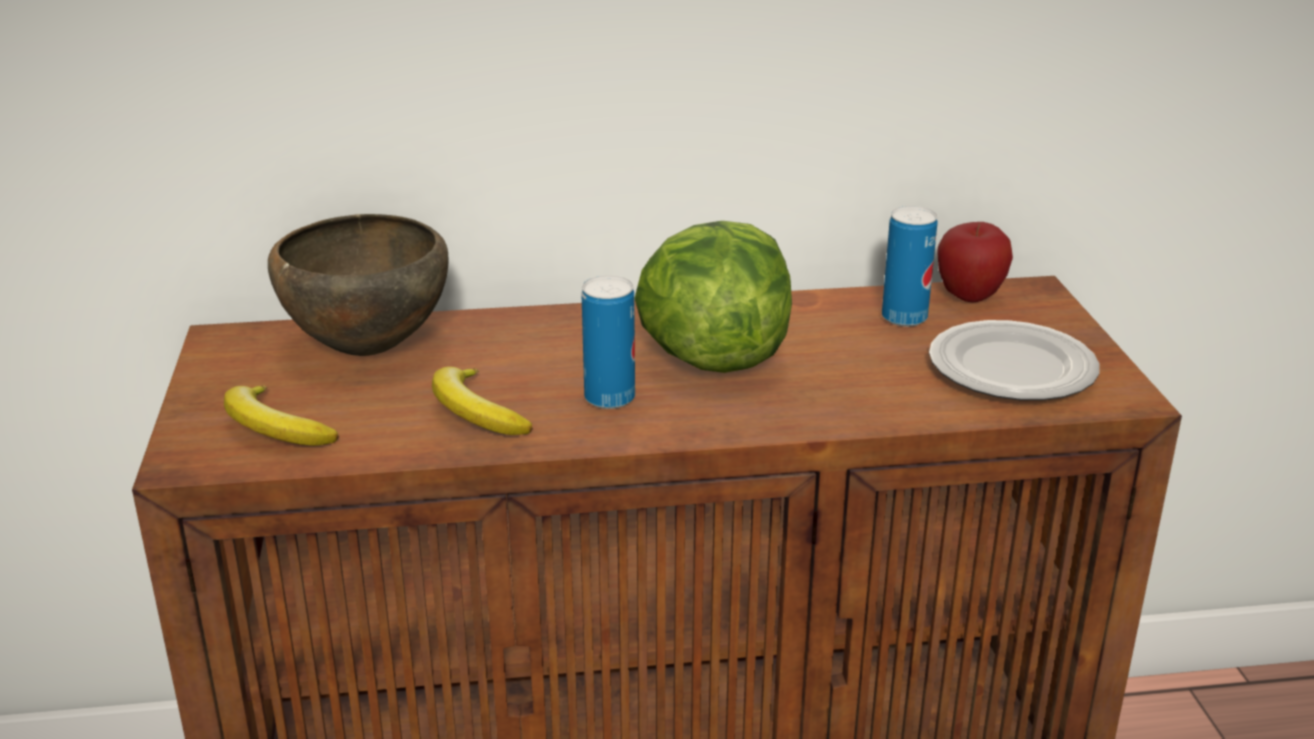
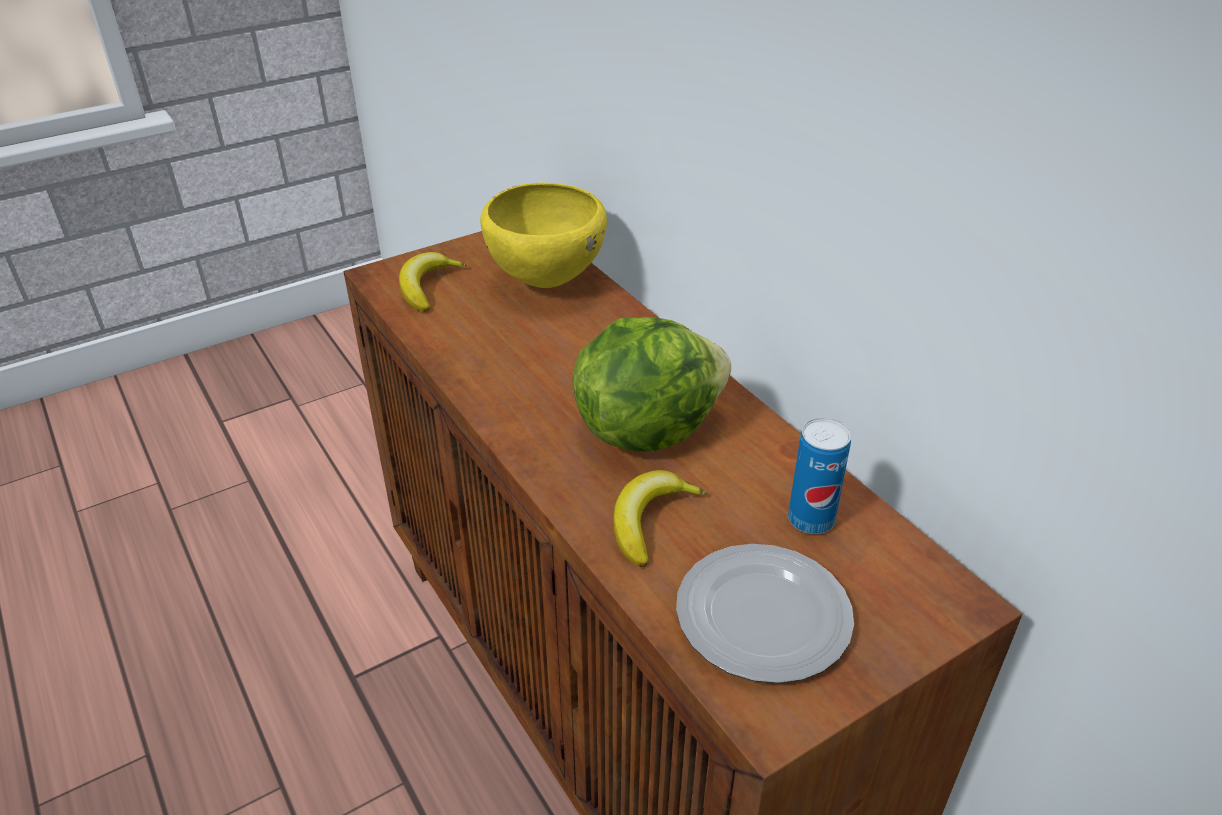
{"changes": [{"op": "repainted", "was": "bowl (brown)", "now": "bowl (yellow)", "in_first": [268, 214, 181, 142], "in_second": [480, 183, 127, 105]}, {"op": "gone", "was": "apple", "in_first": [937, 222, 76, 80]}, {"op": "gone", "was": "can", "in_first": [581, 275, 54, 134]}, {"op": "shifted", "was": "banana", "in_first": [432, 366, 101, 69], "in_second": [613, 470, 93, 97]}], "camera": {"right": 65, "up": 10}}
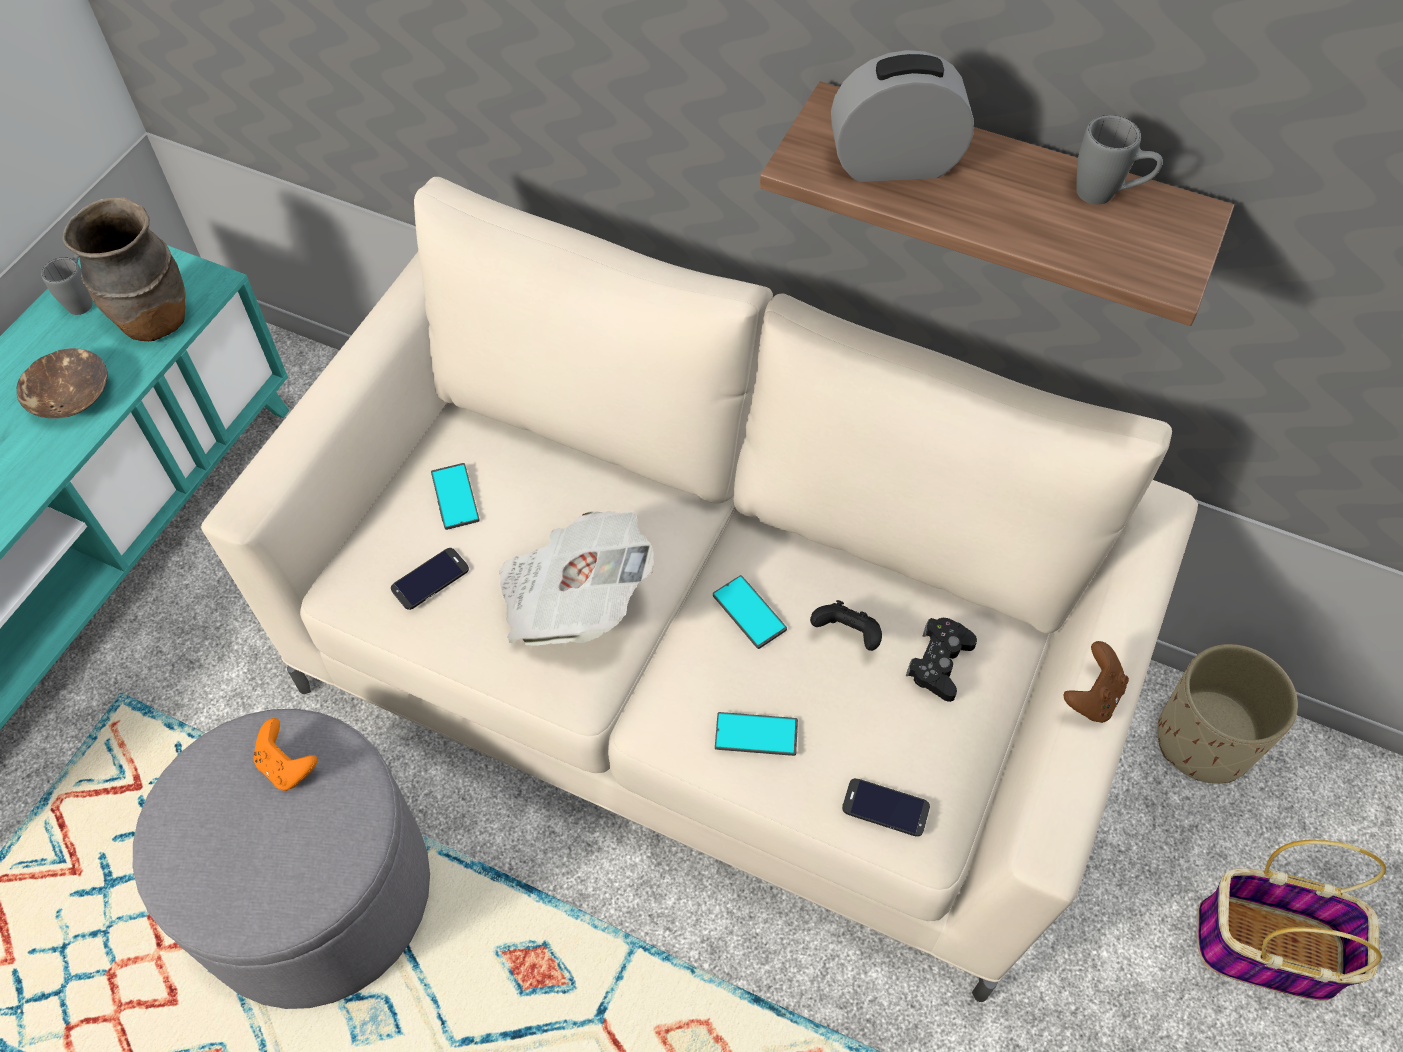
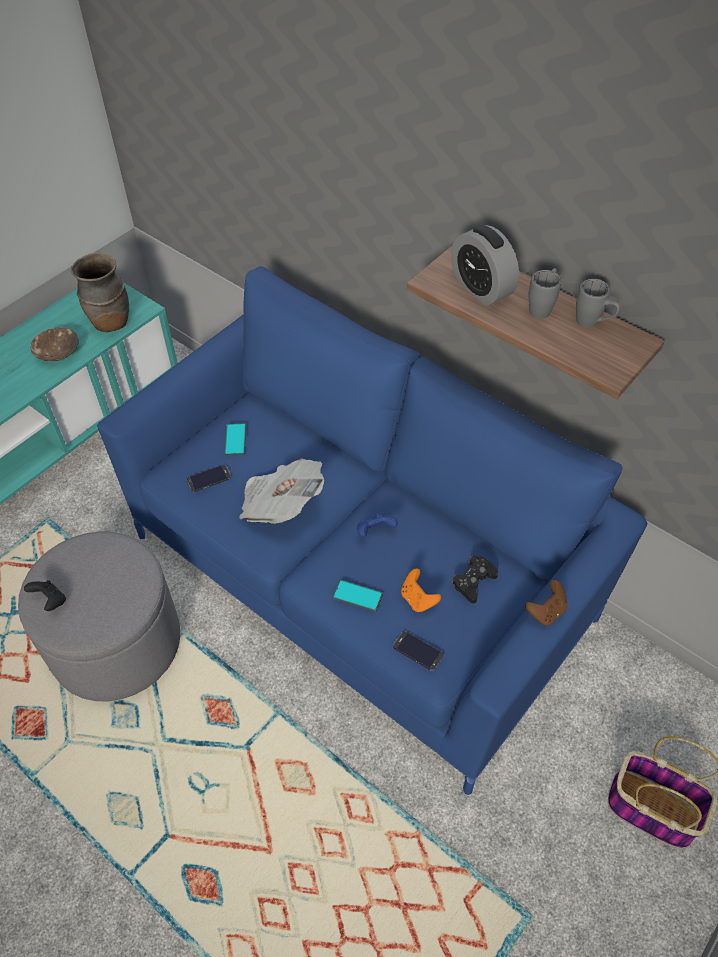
{"changes": [{"op": "rotated", "was": "alarm clock", "in_first": [831, 50, 143, 132], "in_second": [451, 225, 68, 81], "clockwise": -135}, {"op": "repainted", "was": "sofa (beige)", "now": "sofa (blue)", "in_first": [201, 177, 997, 825], "in_second": [97, 266, 550, 529]}, {"op": "shifted", "was": "mug (grey)", "in_first": [41, 254, 52, 61], "in_second": [529, 268, 32, 51]}, {"op": "swapped", "was": "phone", "now": "game controller (blue)", "in_first": [713, 575, 74, 74], "in_second": [357, 514, 41, 23]}, {"op": "shifted", "was": "game controller (black)", "in_first": [810, 600, 72, 51], "in_second": [24, 580, 42, 31]}, {"op": "gone", "was": "planter (beige)", "in_first": [1157, 644, 141, 140]}, {"op": "shifted", "was": "game controller (orange)", "in_first": [254, 718, 63, 73], "in_second": [401, 569, 40, 43]}], "camera": {"right": 15, "up": -5}}
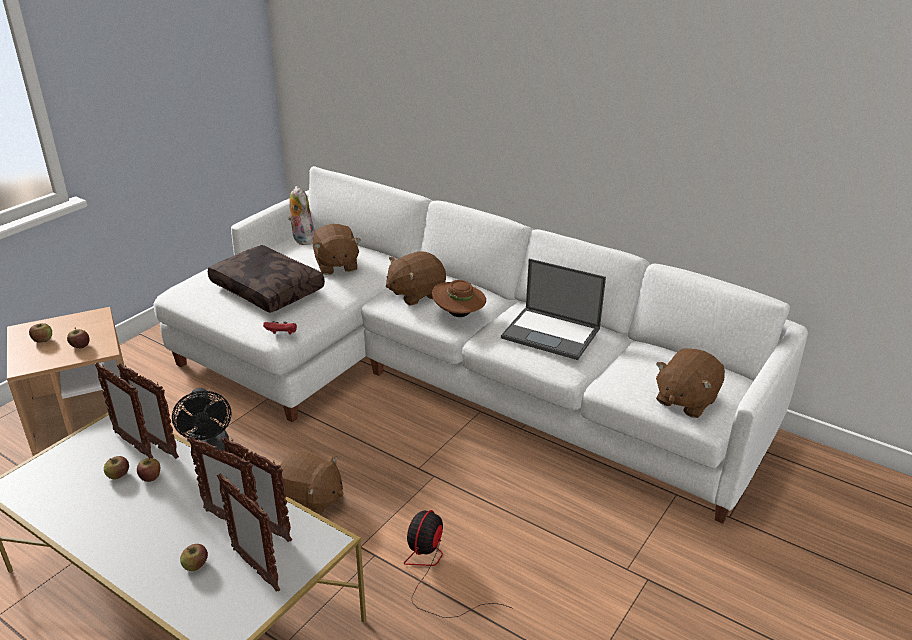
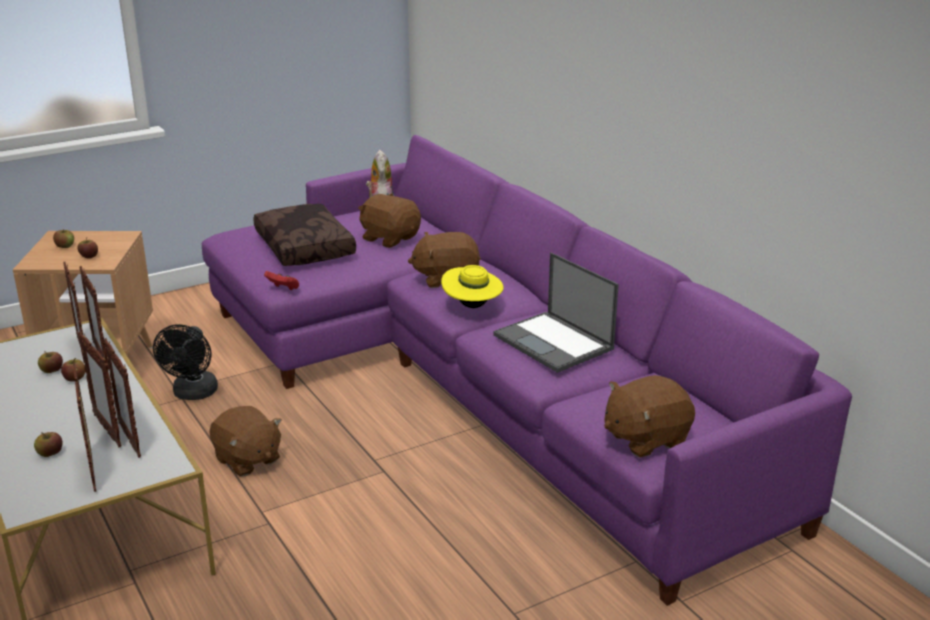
{"changes": [{"op": "repainted", "was": "sofa (white)", "now": "sofa (purple)", "in_first": [153, 166, 655, 358], "in_second": [202, 135, 650, 471]}, {"op": "rotated", "was": "plush toy (brown)", "in_first": [313, 224, 48, 51], "in_second": [358, 193, 63, 55], "clockwise": 120}, {"op": "repainted", "was": "hat (brown)", "now": "hat (yellow)", "in_first": [432, 280, 54, 37], "in_second": [441, 265, 63, 43]}, {"op": "gone", "was": "fan", "in_first": [404, 510, 107, 108]}], "camera": {"right": 25, "up": -5}}
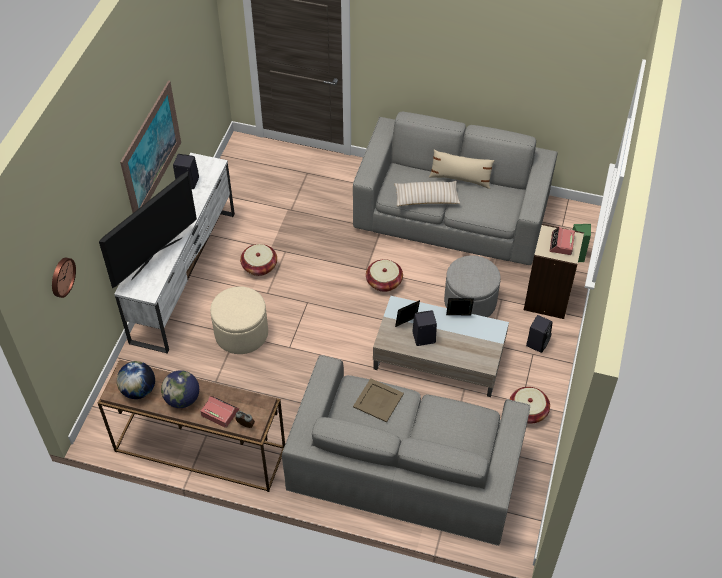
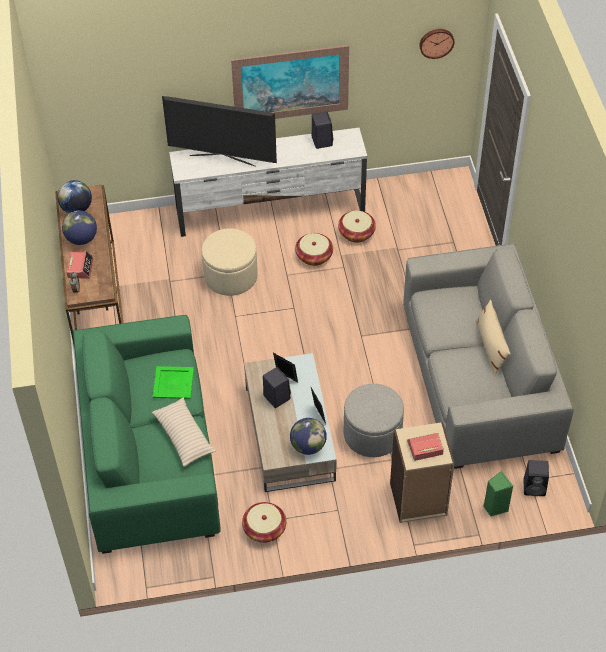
{"changes": [{"op": "shifted", "was": "pillow (beige)", "in_first": [394, 181, 66, 25], "in_second": [152, 397, 64, 70]}, {"op": "shifted", "was": "wall clock", "in_first": [52, 257, 24, 41], "in_second": [419, 29, 36, 30]}, {"op": "shifted", "was": "basket", "in_first": [366, 259, 37, 33], "in_second": [338, 210, 38, 33]}, {"op": "shifted", "was": "speaker (black)", "in_first": [526, 315, 26, 38], "in_second": [523, 460, 26, 36]}, {"op": "repainted", "was": "sofa (grey)", "now": "sofa (green)", "in_first": [282, 355, 248, 191], "in_second": [73, 315, 148, 239]}, {"op": "repainted", "was": "tray (beige)", "now": "tray (green)", "in_first": [353, 378, 51, 44], "in_second": [153, 366, 41, 33]}, {"op": "new", "now": "globe", "in_second": [290, 418, 37, 37]}], "camera": {"right": 65, "up": 0}}
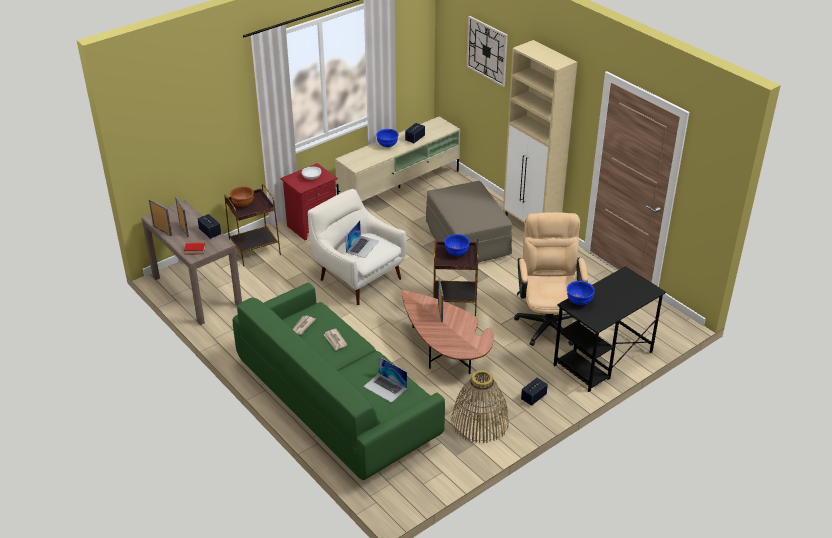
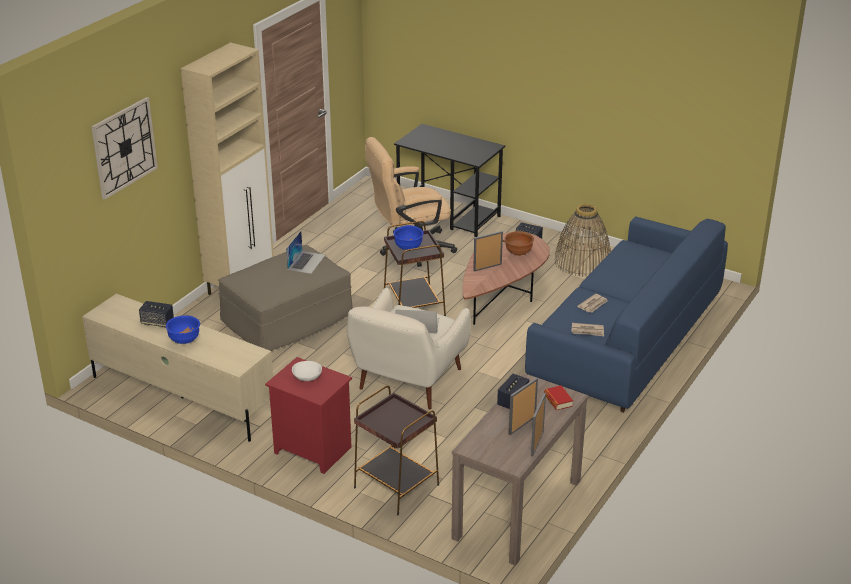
{"changes": [{"op": "shifted", "was": "bowl (brown)", "in_first": [230, 186, 24, 21], "in_second": [505, 231, 29, 25]}, {"op": "gone", "was": "bowl (blue)", "in_first": [567, 281, 28, 24]}, {"op": "repainted", "was": "sofa (green)", "now": "sofa (blue)", "in_first": [233, 282, 212, 198], "in_second": [525, 216, 203, 197]}, {"op": "shifted", "was": "laptop", "in_first": [363, 357, 44, 46], "in_second": [286, 231, 39, 43]}], "camera": {"right": -110, "up": -5}}
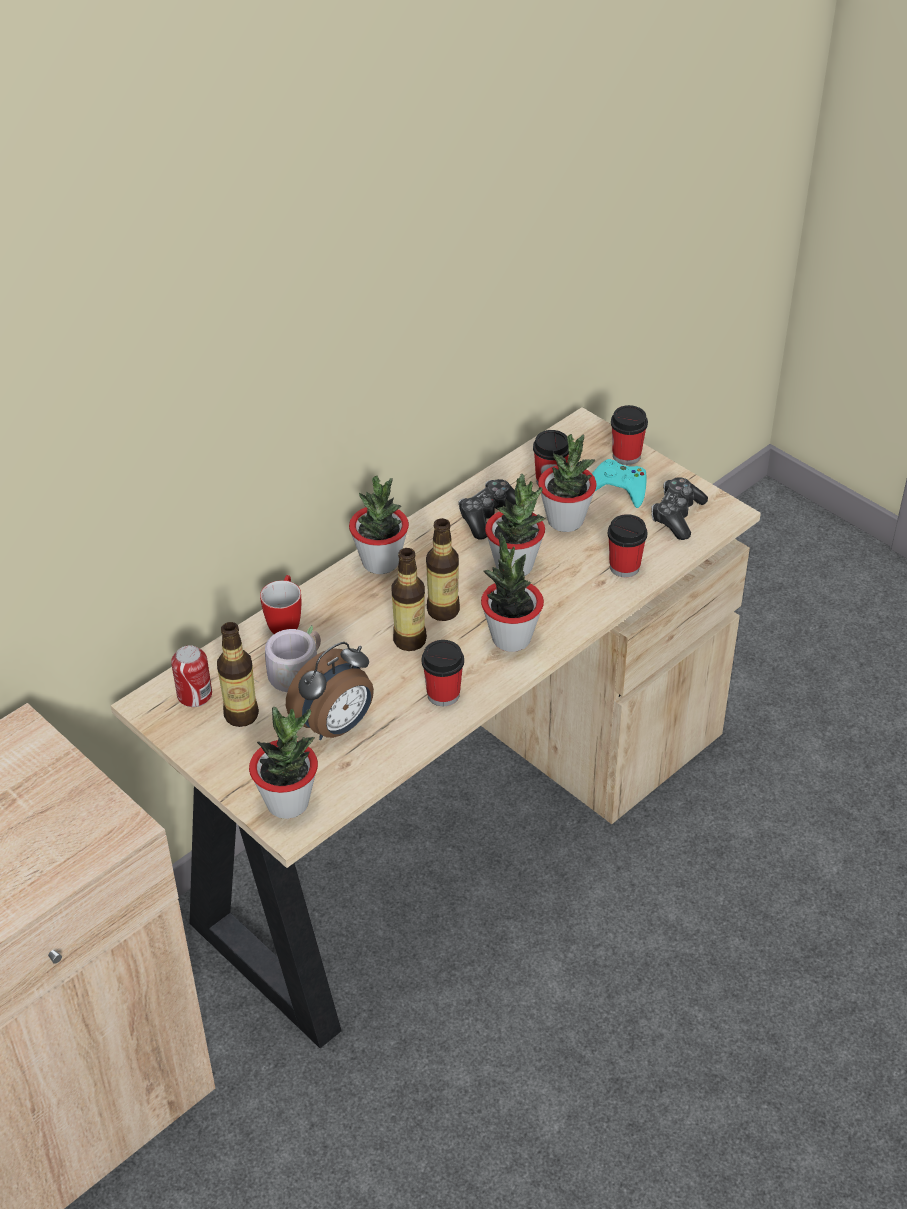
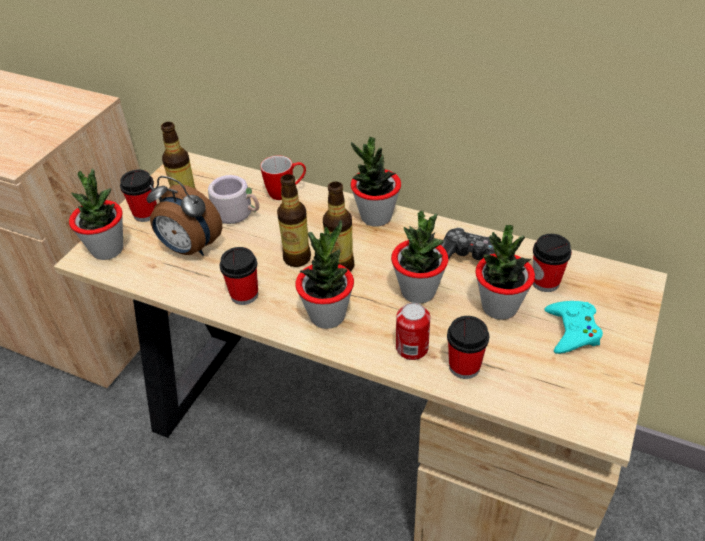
{"changes": [{"op": "shifted", "was": "cup", "in_first": [611, 405, 37, 60], "in_second": [120, 170, 37, 52]}, {"op": "gone", "was": "game controller", "in_first": [651, 477, 57, 63]}, {"op": "shifted", "was": "can", "in_first": [171, 645, 41, 62], "in_second": [396, 303, 34, 57]}], "camera": {"right": 70, "up": 0}}
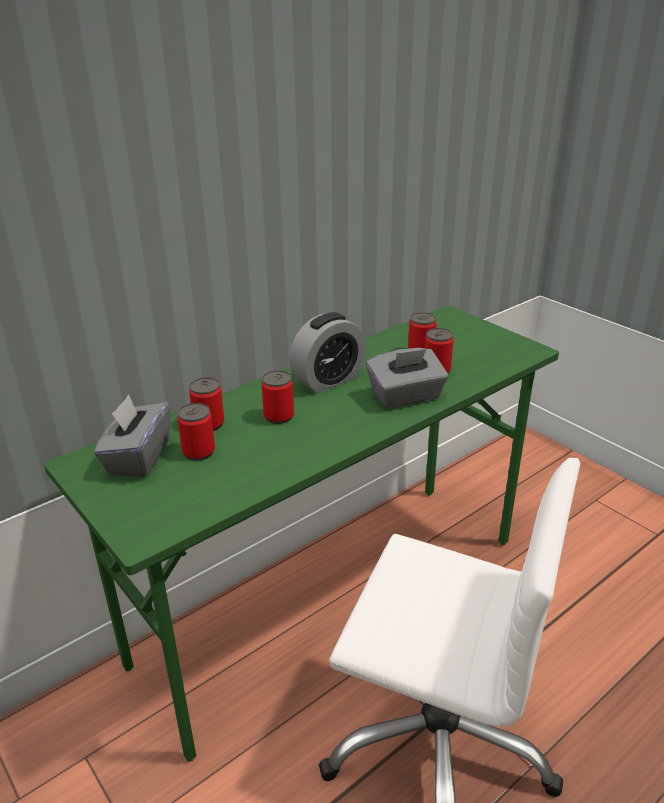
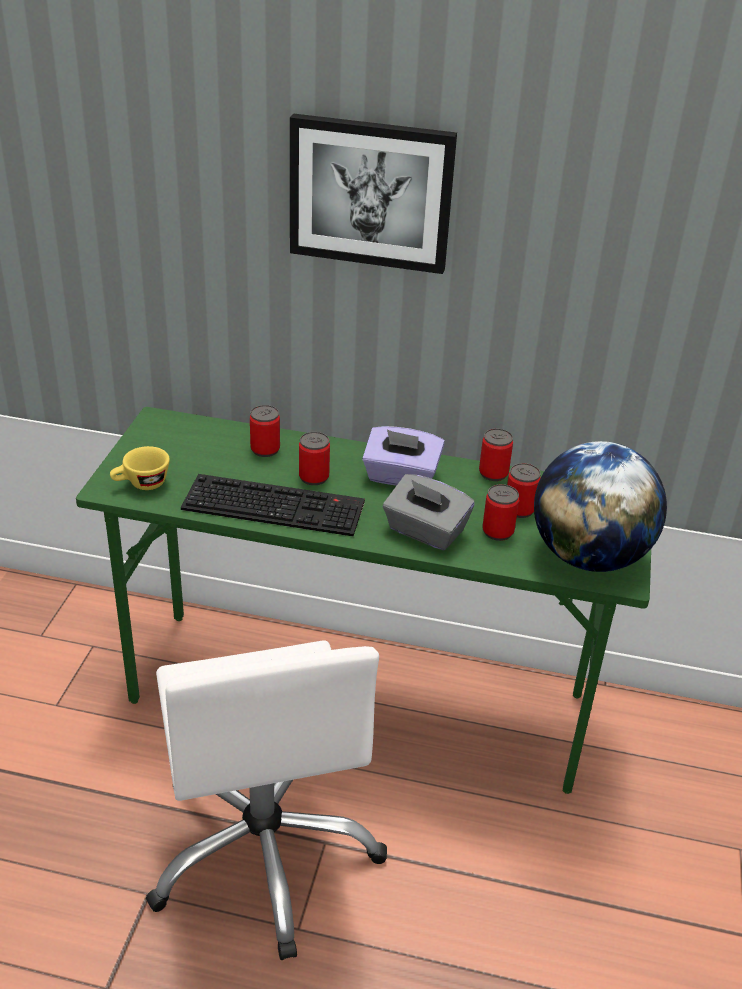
{"changes": [{"op": "swapped", "was": "alarm clock", "now": "tissue box (purple)", "in_first": [289, 312, 77, 81], "in_second": [362, 426, 83, 60]}, {"op": "gone", "was": "tissue box (grey)", "in_first": [94, 395, 77, 83]}, {"op": "shifted", "was": "can", "in_first": [177, 403, 38, 58], "in_second": [479, 429, 34, 52]}, {"op": "new", "now": "picture", "in_second": [290, 113, 167, 161]}, {"op": "new", "now": "globe", "in_second": [534, 441, 133, 131]}, {"op": "new", "now": "cup (yellow)", "in_second": [110, 446, 60, 44]}, {"op": "new", "now": "keyboard", "in_second": [181, 474, 184, 62]}], "camera": {"right": 50, "up": 5}}
